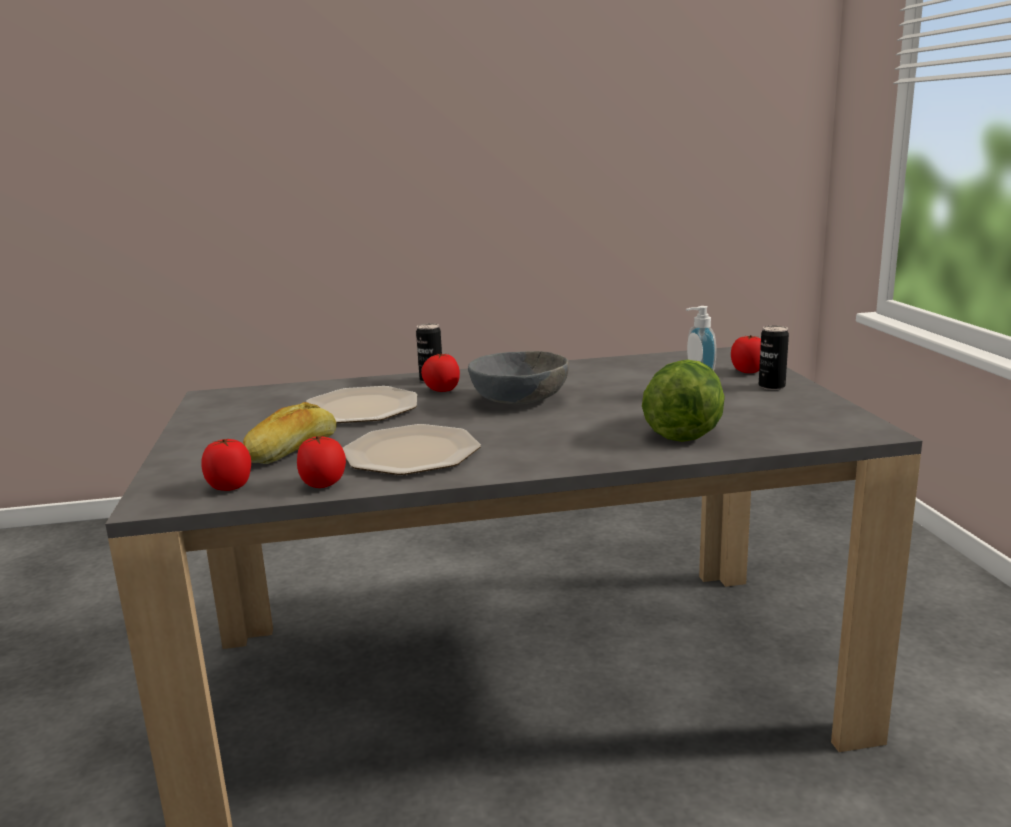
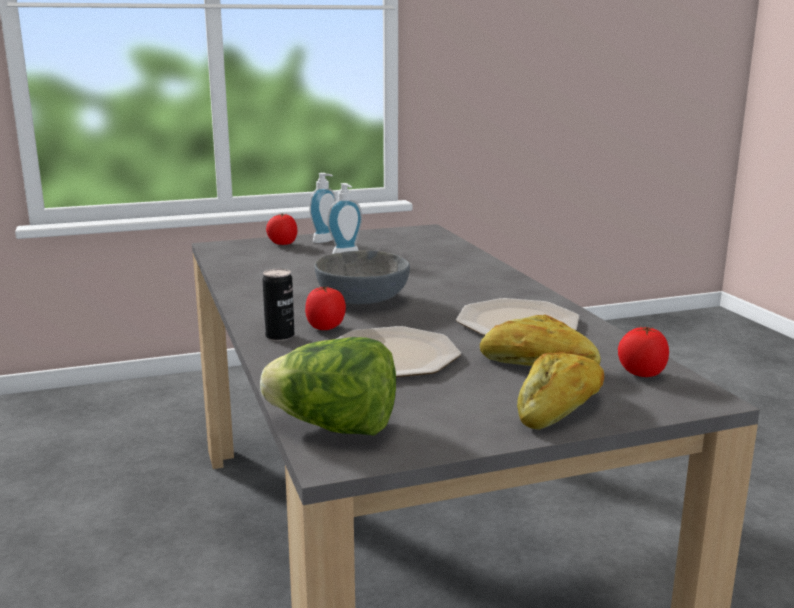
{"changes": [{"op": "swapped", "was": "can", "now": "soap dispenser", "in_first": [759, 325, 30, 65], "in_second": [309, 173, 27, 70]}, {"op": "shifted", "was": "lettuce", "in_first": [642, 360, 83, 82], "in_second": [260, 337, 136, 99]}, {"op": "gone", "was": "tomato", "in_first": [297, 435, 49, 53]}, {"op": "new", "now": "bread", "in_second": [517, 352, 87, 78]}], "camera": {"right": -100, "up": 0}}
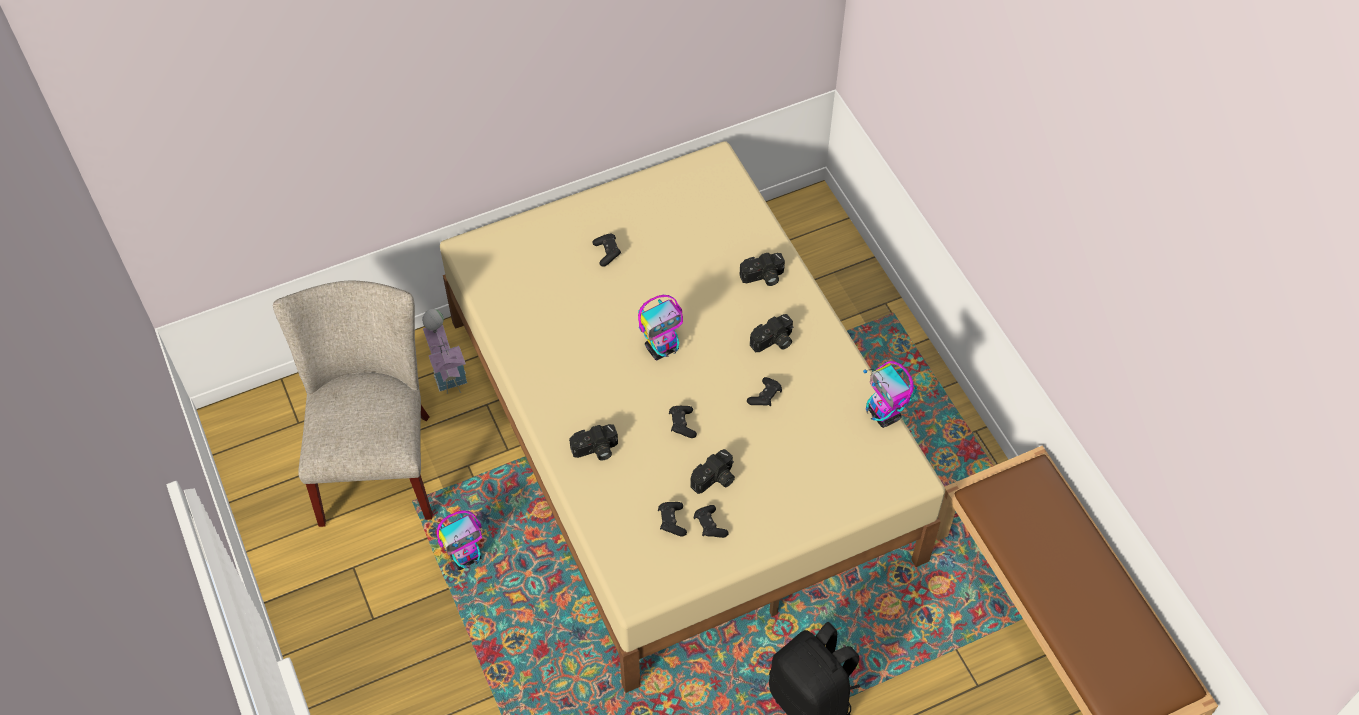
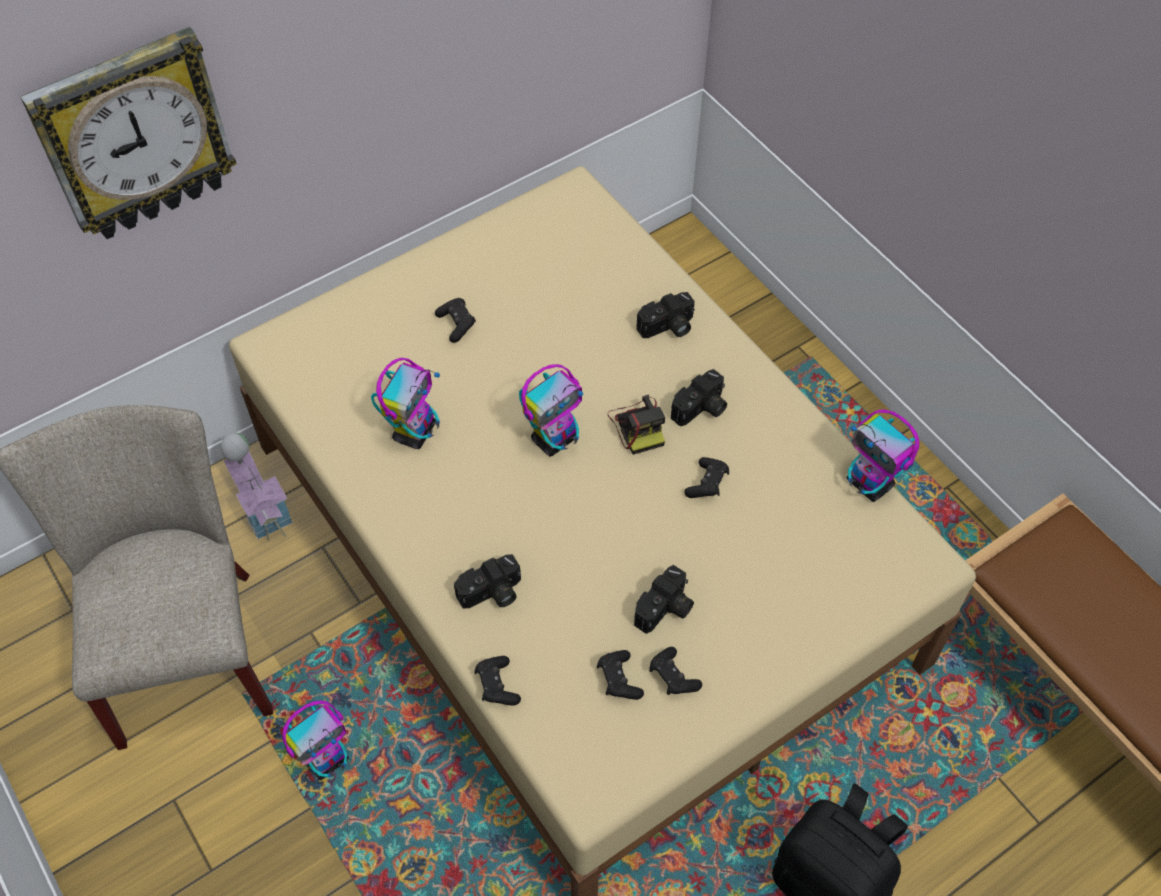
{"changes": [{"op": "shifted", "was": "game controller (black)", "in_first": [669, 406, 28, 32], "in_second": [475, 656, 46, 50]}, {"op": "new", "now": "wall clock", "in_second": [20, 27, 217, 212]}, {"op": "new", "now": "toy robot", "in_second": [371, 358, 69, 91]}, {"op": "new", "now": "photo camera", "in_second": [608, 395, 57, 60]}], "camera": {"right": -10, "up": 0}}
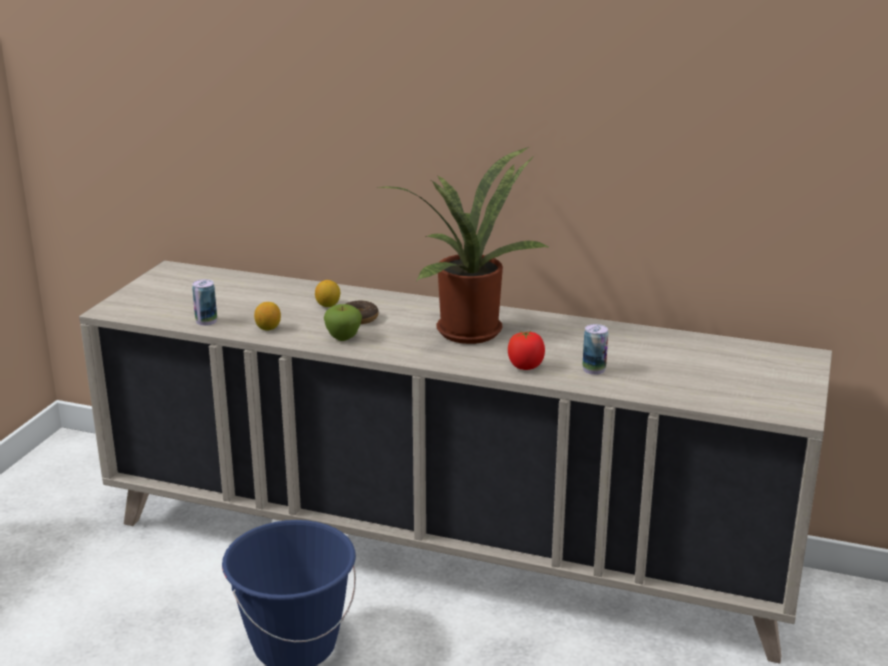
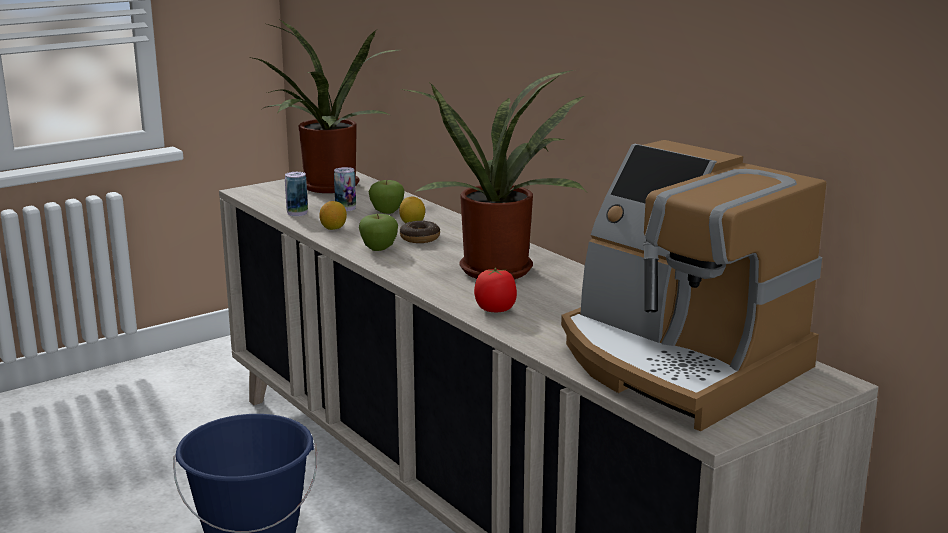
{"changes": [{"op": "shifted", "was": "can", "in_first": [583, 324, 25, 51], "in_second": [334, 167, 22, 44]}, {"op": "new", "now": "potted plant", "in_second": [247, 20, 152, 173]}, {"op": "new", "now": "coffee machine", "in_second": [561, 140, 265, 291]}, {"op": "new", "now": "apple", "in_second": [369, 180, 36, 34]}], "camera": {"right": 35, "up": -5}}
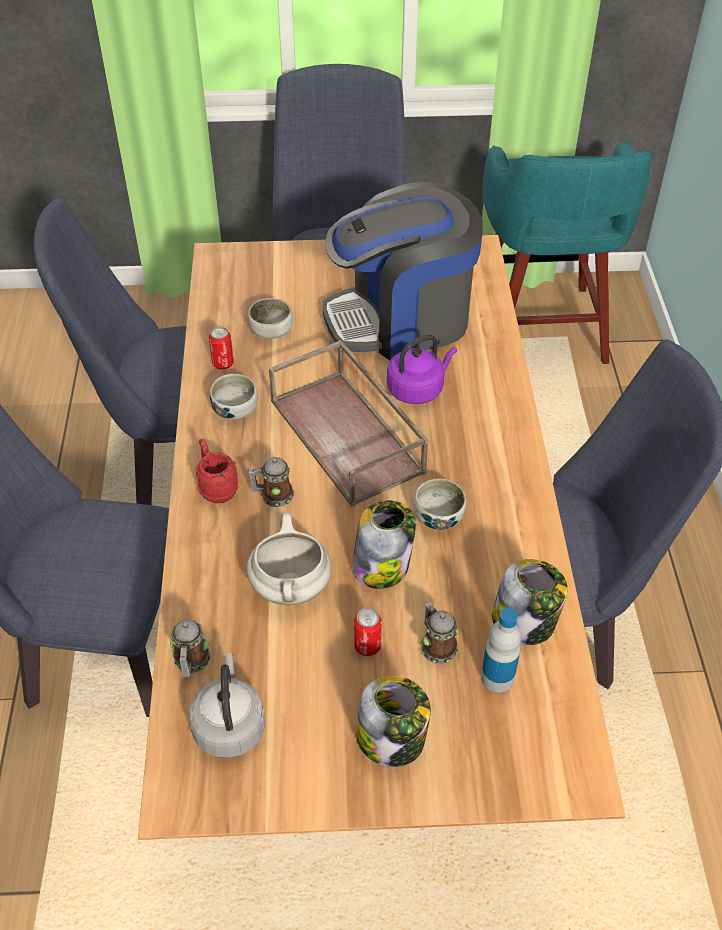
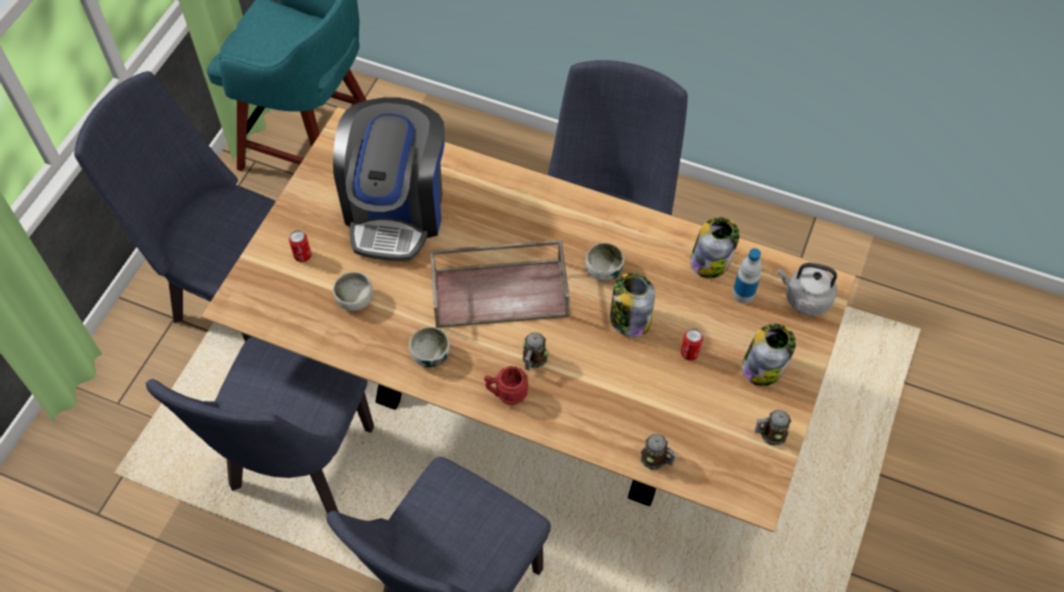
{"changes": [{"op": "shifted", "was": "can", "in_first": [209, 327, 25, 42], "in_second": [289, 230, 23, 32]}, {"op": "gone", "was": "kettle (purple)", "in_first": [387, 335, 70, 69]}, {"op": "gone", "was": "cooking pot (white)", "in_first": [247, 513, 85, 92]}, {"op": "shifted", "was": "mug", "in_first": [421, 602, 37, 62], "in_second": [755, 410, 36, 36]}, {"op": "shifted", "was": "kettle (grey)", "in_first": [189, 653, 77, 105], "in_second": [778, 263, 59, 53]}], "camera": {"right": -65, "up": 10}}
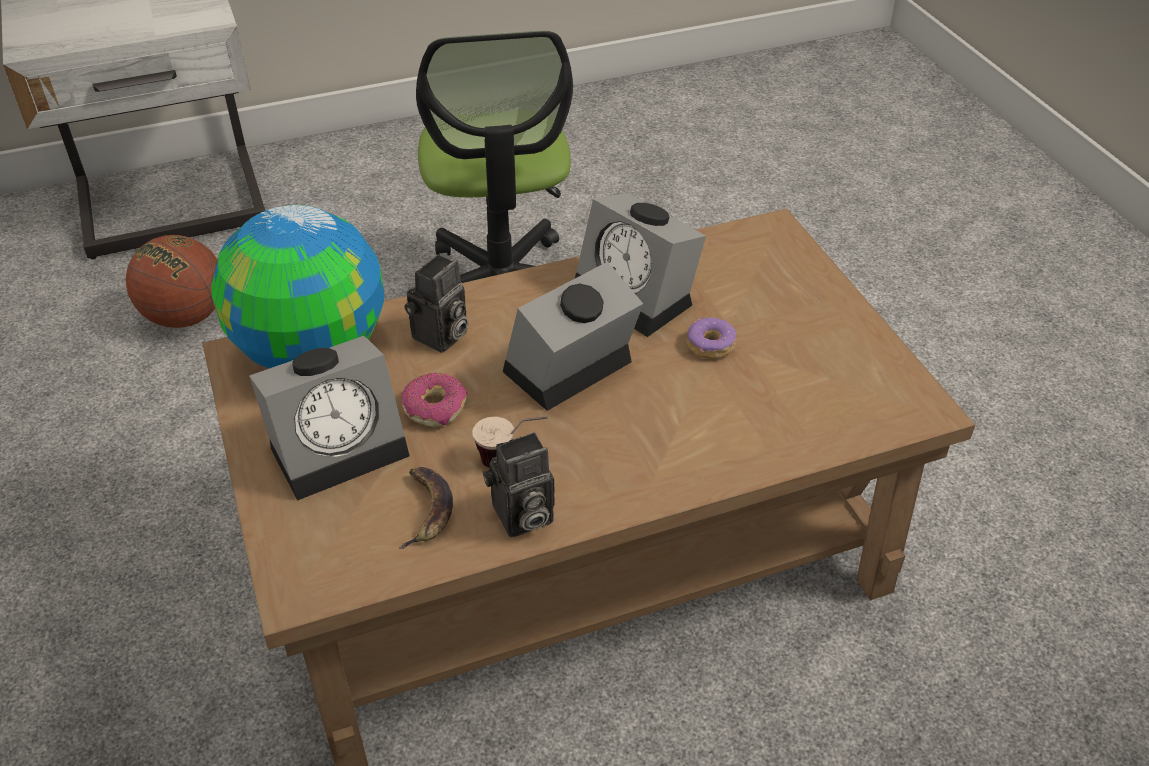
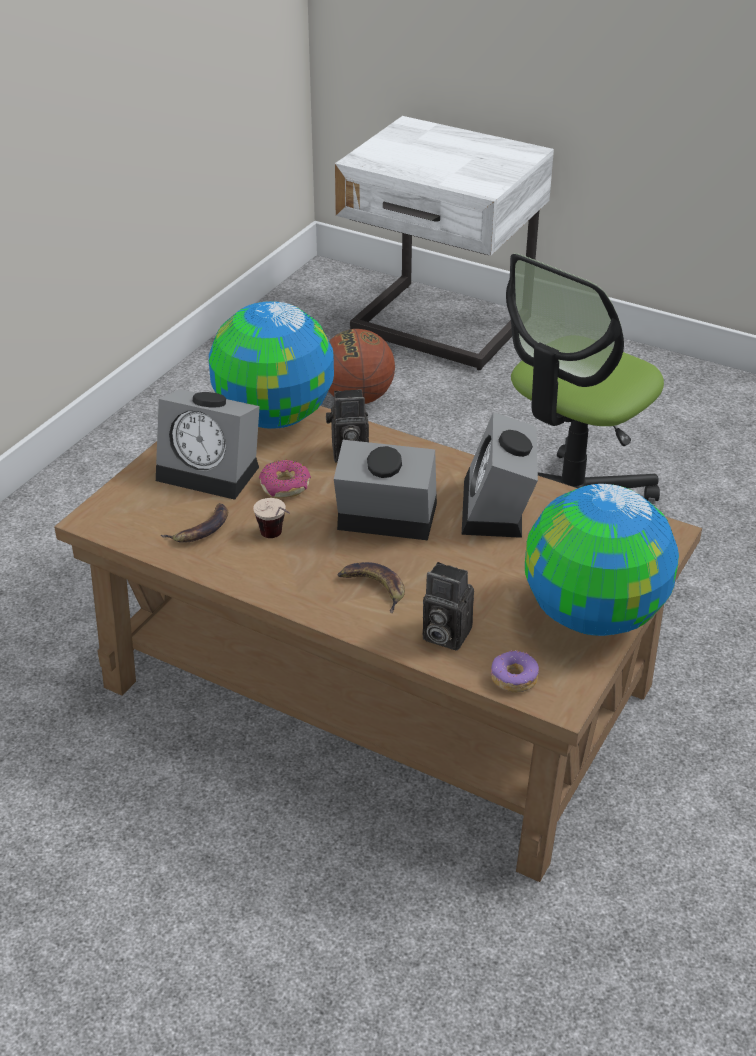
{"changes": [{"op": "shifted", "was": "donut", "in_first": [687, 317, 49, 42], "in_second": [491, 650, 48, 43]}, {"op": "shifted", "was": "photo camera", "in_first": [483, 432, 72, 105], "in_second": [423, 562, 51, 89]}, {"op": "new", "now": "globe", "in_second": [525, 484, 154, 152]}, {"op": "new", "now": "banana", "in_second": [338, 562, 67, 51]}], "camera": {"right": 50, "up": -5}}
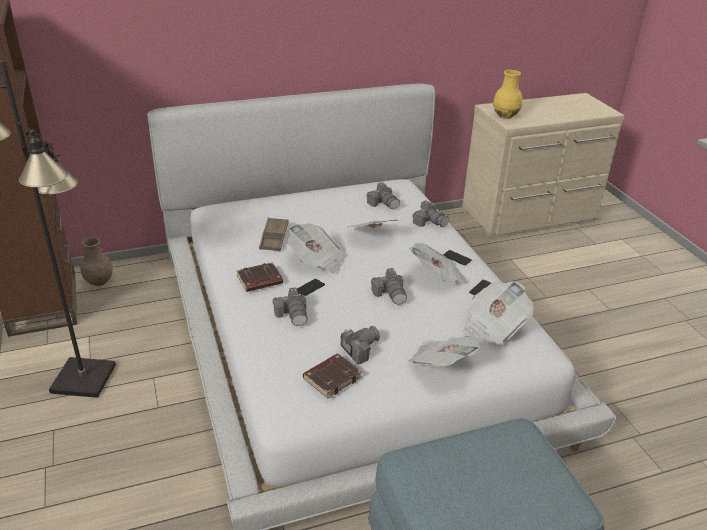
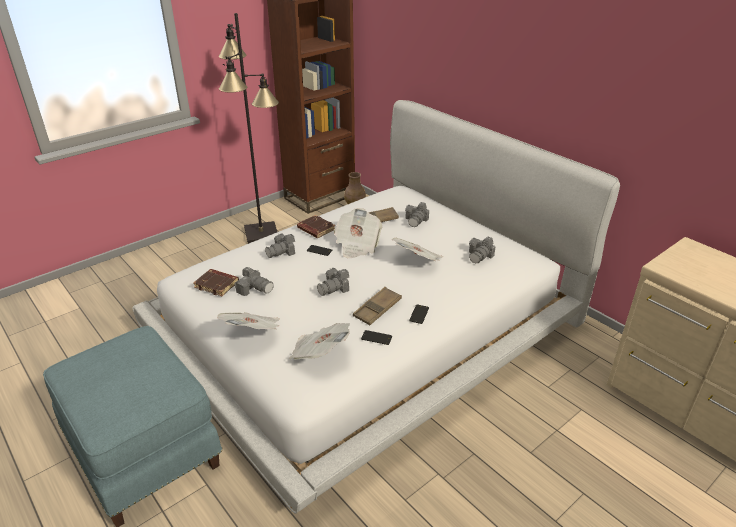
{"changes": [{"op": "gone", "was": "vase (yellow)", "in_first": [493, 70, 29, 49]}, {"op": "shifted", "was": "photo camera", "in_first": [412, 201, 37, 26], "in_second": [405, 202, 24, 25]}, {"op": "swapped", "was": "newspaper", "now": "tray (brown)", "in_first": [409, 243, 61, 41], "in_second": [353, 287, 49, 38]}], "camera": {"right": 70, "up": 0}}
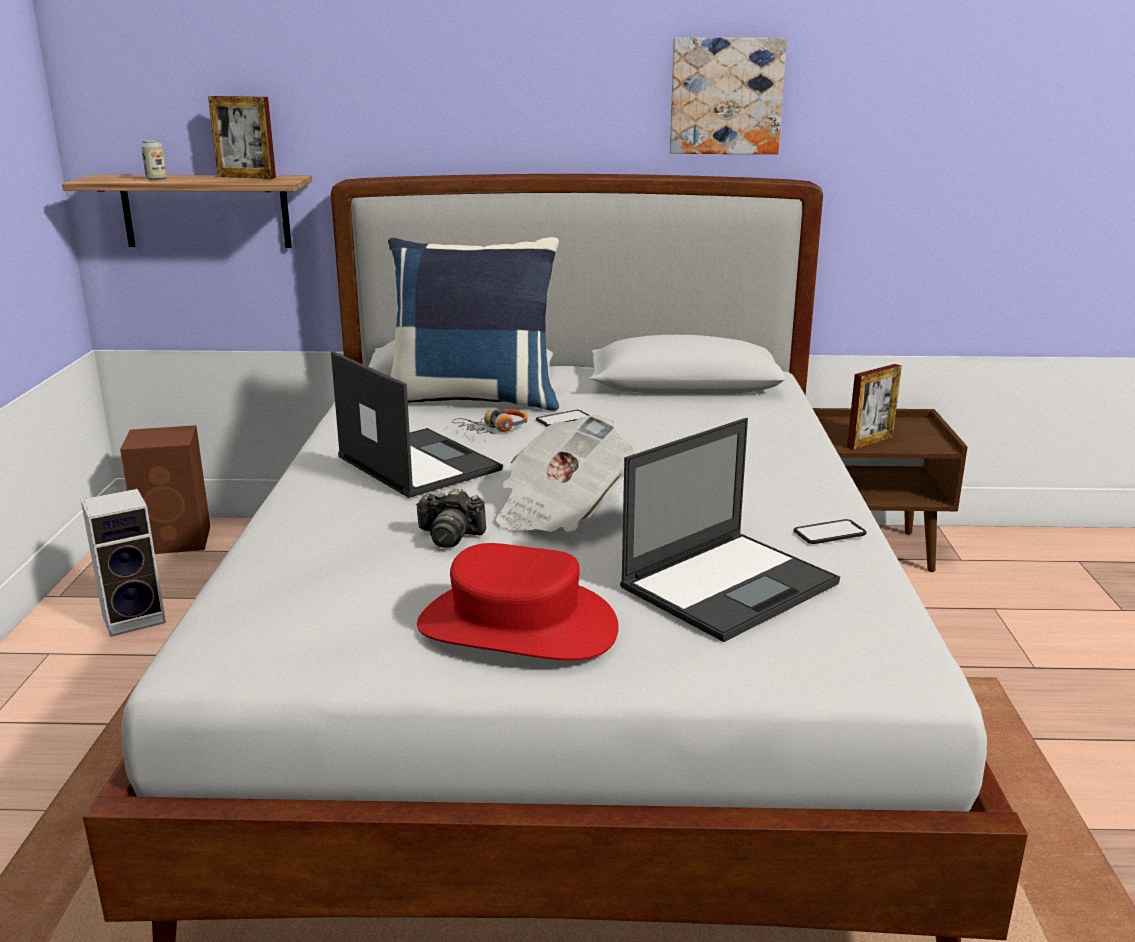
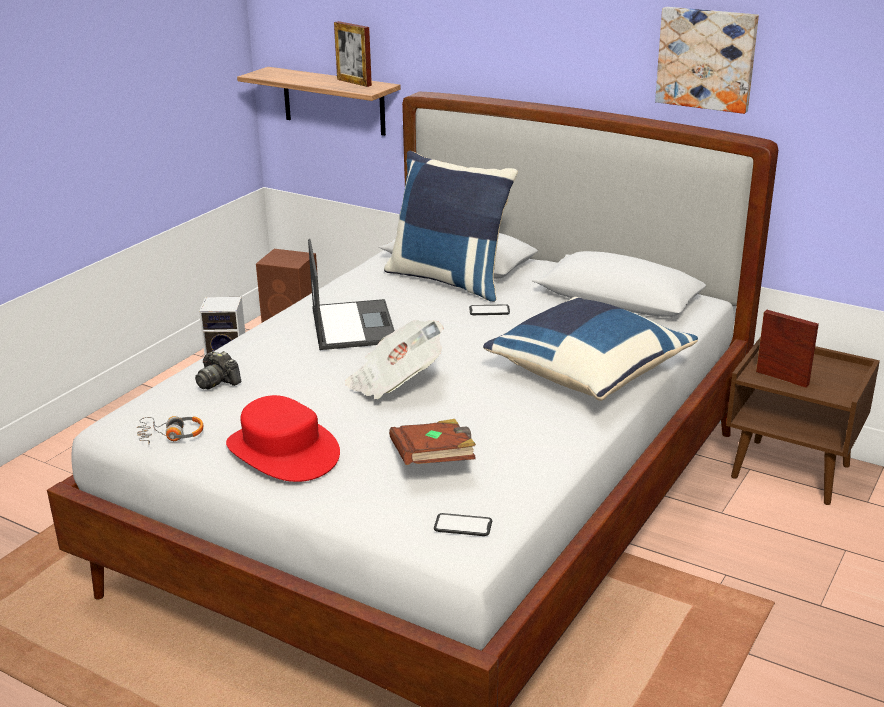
{"changes": [{"op": "gone", "was": "can", "in_first": [141, 140, 26, 40]}, {"op": "rotated", "was": "picture frame", "in_first": [847, 364, 55, 86], "in_second": [756, 310, 63, 78], "clockwise": -135}, {"op": "shifted", "was": "headphones", "in_first": [452, 409, 76, 25], "in_second": [137, 416, 67, 28]}, {"op": "swapped", "was": "laptop", "now": "book (brown)", "in_first": [620, 418, 220, 224], "in_second": [389, 419, 87, 46]}, {"op": "shifted", "was": "photo camera", "in_first": [416, 488, 70, 60], "in_second": [195, 351, 46, 38]}, {"op": "shifted", "was": "phone", "in_first": [793, 519, 74, 25], "in_second": [434, 513, 58, 23]}, {"op": "new", "now": "pillow (blue)", "in_second": [483, 297, 215, 104]}], "camera": {"right": 30, "up": 5}}
